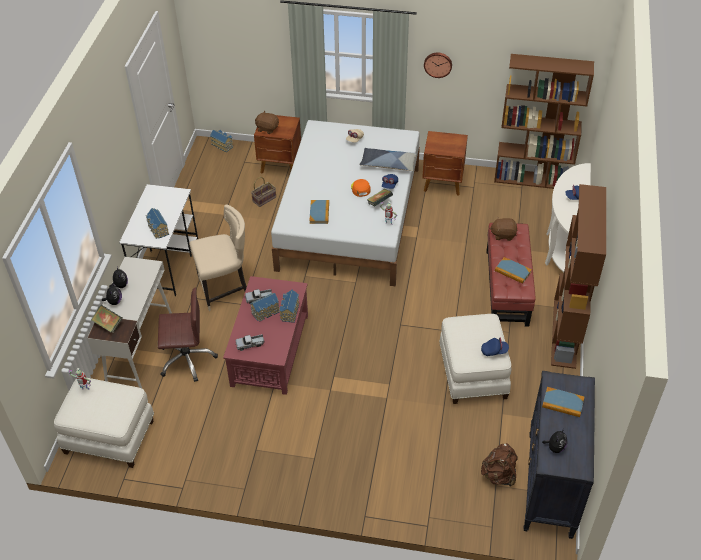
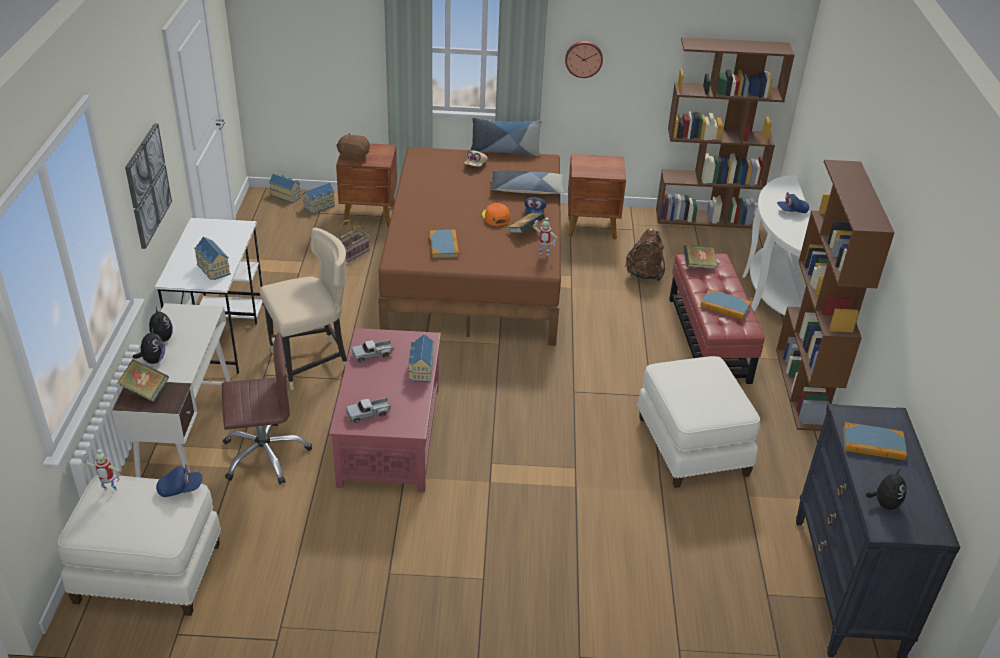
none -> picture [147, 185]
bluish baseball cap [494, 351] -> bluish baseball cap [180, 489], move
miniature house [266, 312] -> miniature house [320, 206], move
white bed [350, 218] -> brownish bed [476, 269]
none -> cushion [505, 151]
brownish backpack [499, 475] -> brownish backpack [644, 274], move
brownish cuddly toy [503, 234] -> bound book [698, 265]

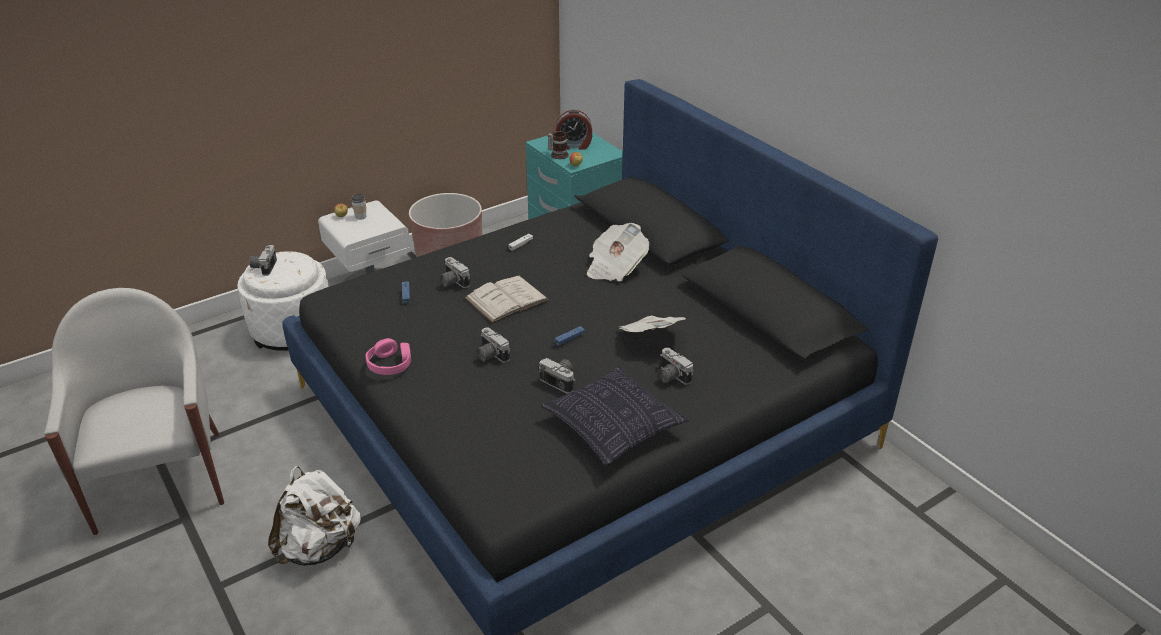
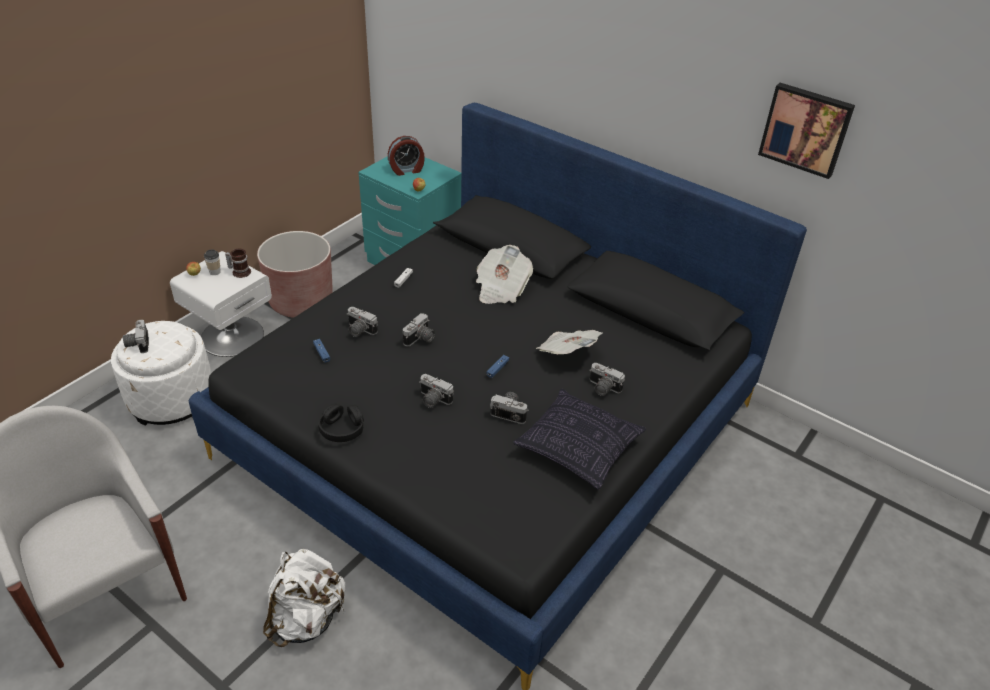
tea mug [558, 154] -> tea mug [240, 271], move
pink-coloured headset [390, 364] -> blackish headset [342, 429]
white bound book [506, 299] -> still camera [420, 339]
none -> picture [806, 129]

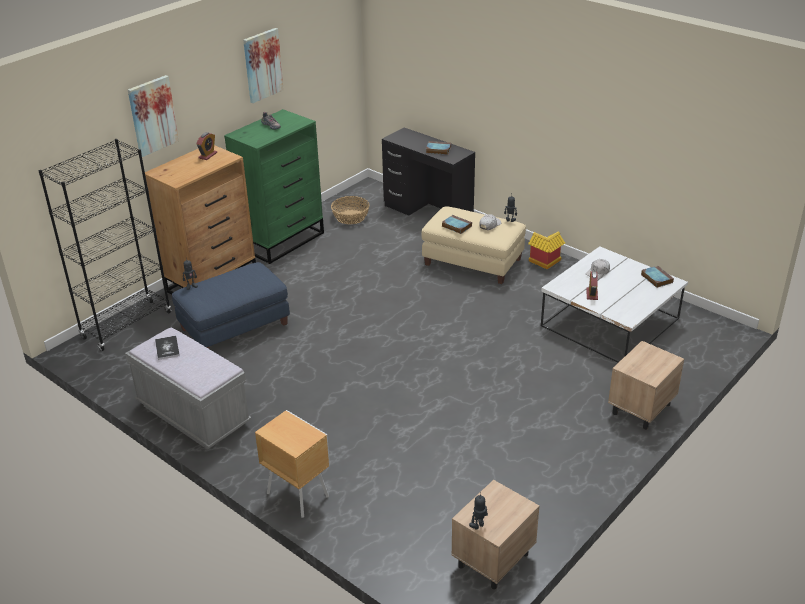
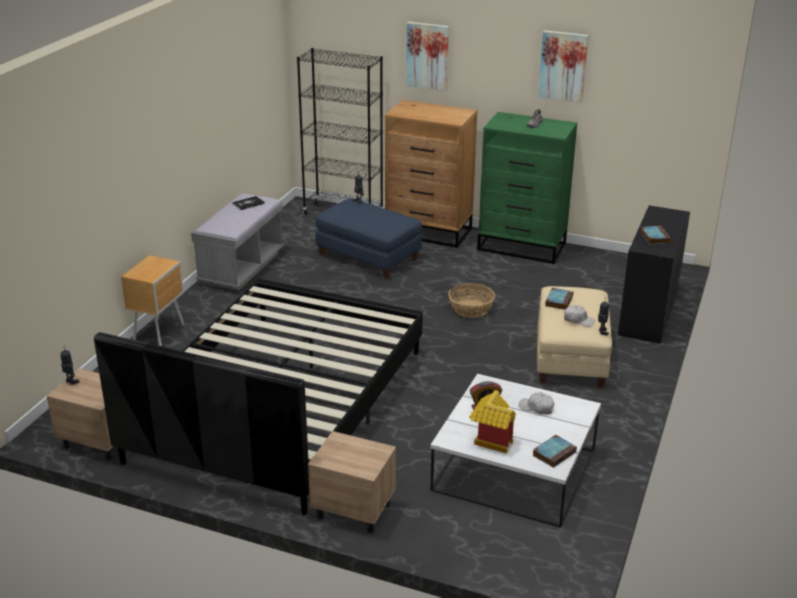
none -> blackish bed [279, 404]
basket [351, 217] -> basket [471, 309], move
miniature house [544, 262] -> miniature house [490, 439], move
bedside clock [208, 155] -> none

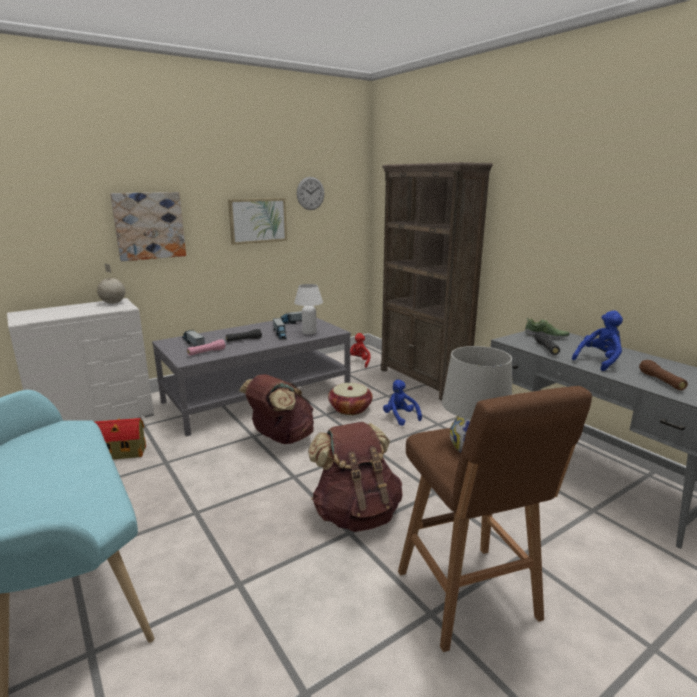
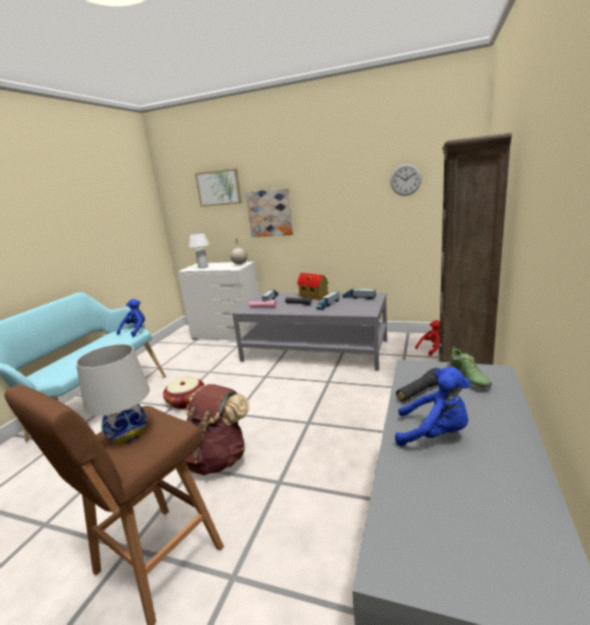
bluish cuddly toy [400, 417] -> bluish cuddly toy [135, 330], move
basket [350, 409] -> basket [186, 401], move
white lamp for a table [309, 332] -> white lamp for a table [203, 267], move
picture [258, 220] -> picture [218, 188], move
miniature house [123, 453] -> miniature house [314, 297], move
brownish backpack [281, 438] -> none
brownish hand torch [661, 381] -> none

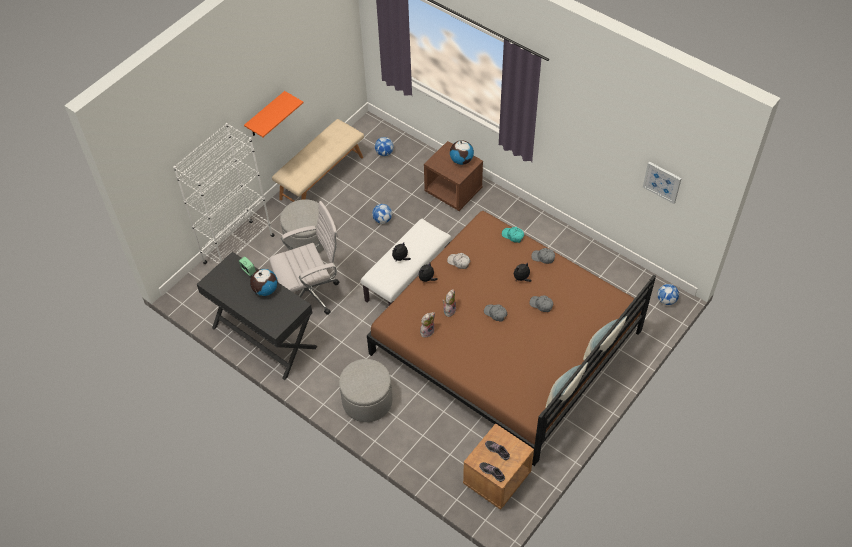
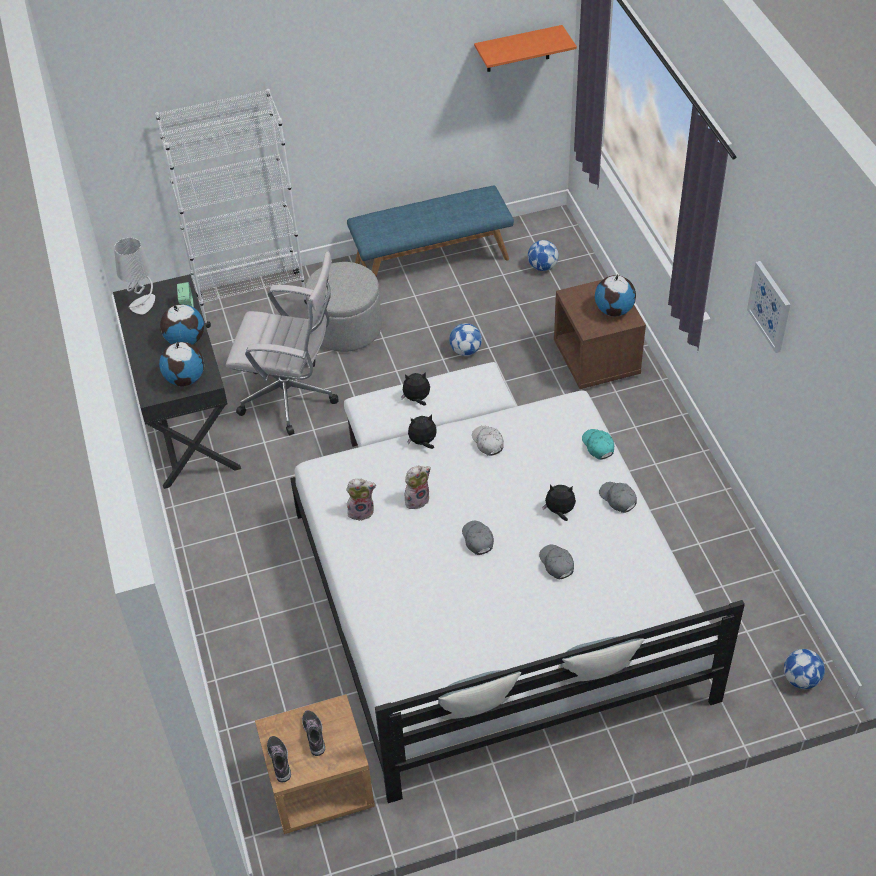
none -> grey lamp for a table [143, 304]
none -> desk globe [185, 378]
brownish bed [506, 342] -> white bed [496, 603]
sand-coloured indoor bench [321, 177] -> bluish indoor bench [431, 260]
orange-coloured wall shelf [266, 115] -> orange-coloured wall shelf [518, 49], move
picture [662, 182] -> picture [770, 306], move
grey footrest [367, 401] -> none

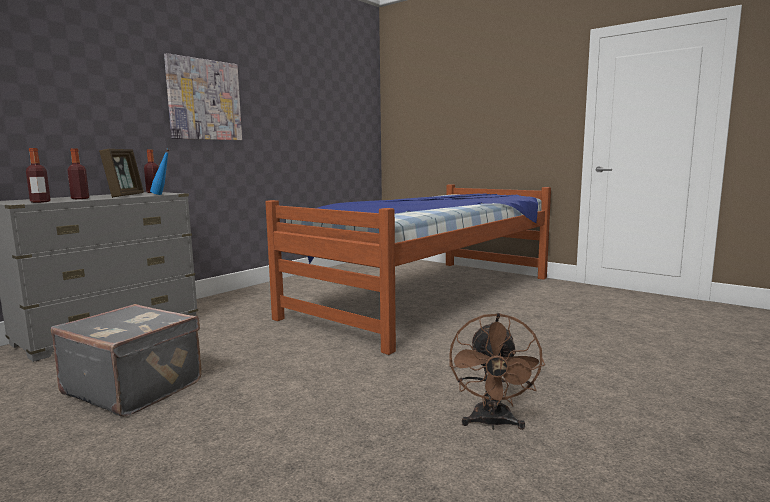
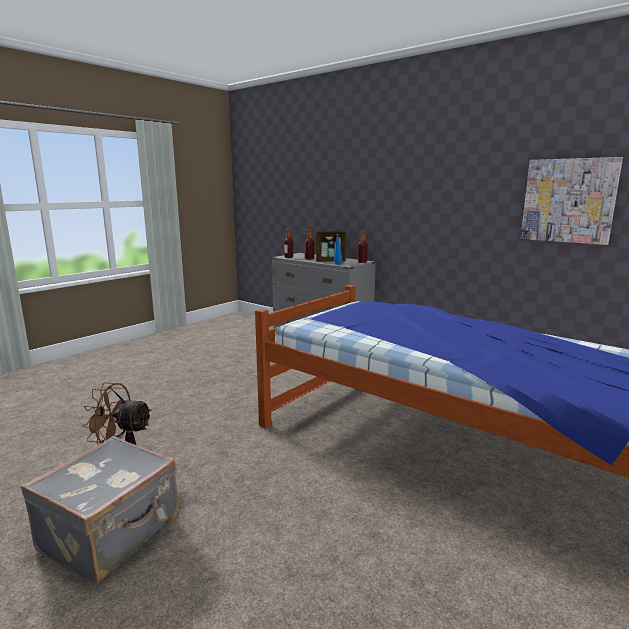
grey suitcase [135, 387] -> grey suitcase [112, 535], move
picture [204, 100] -> picture [568, 201], move

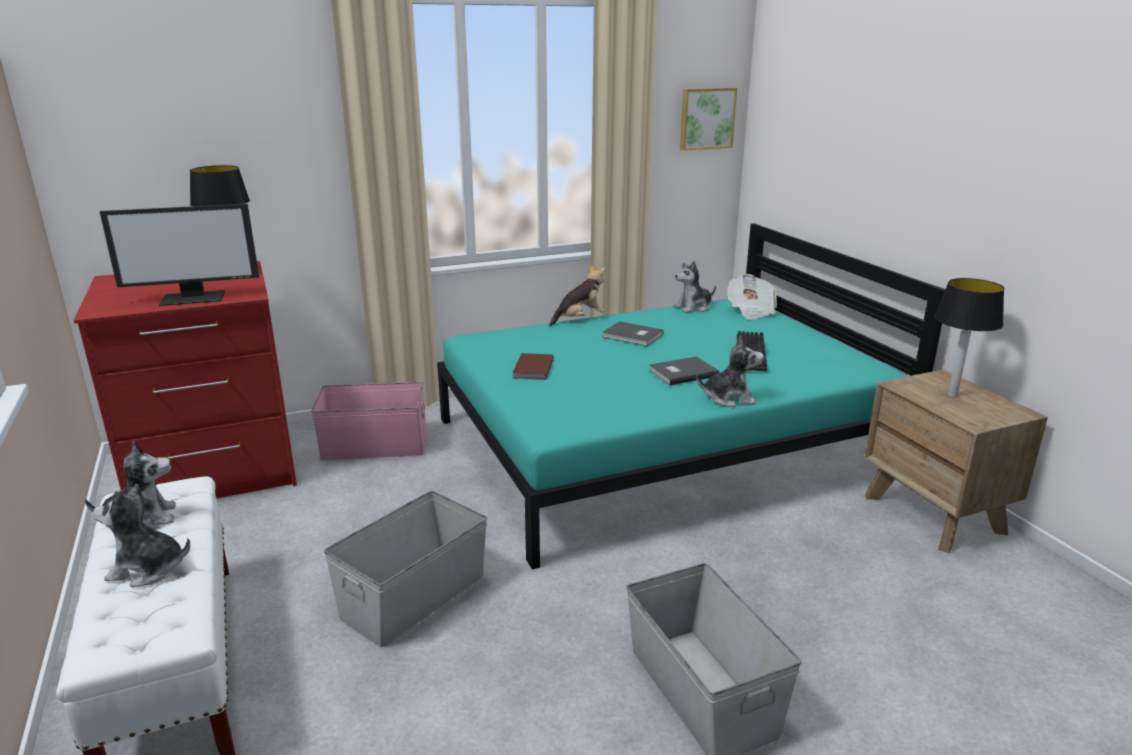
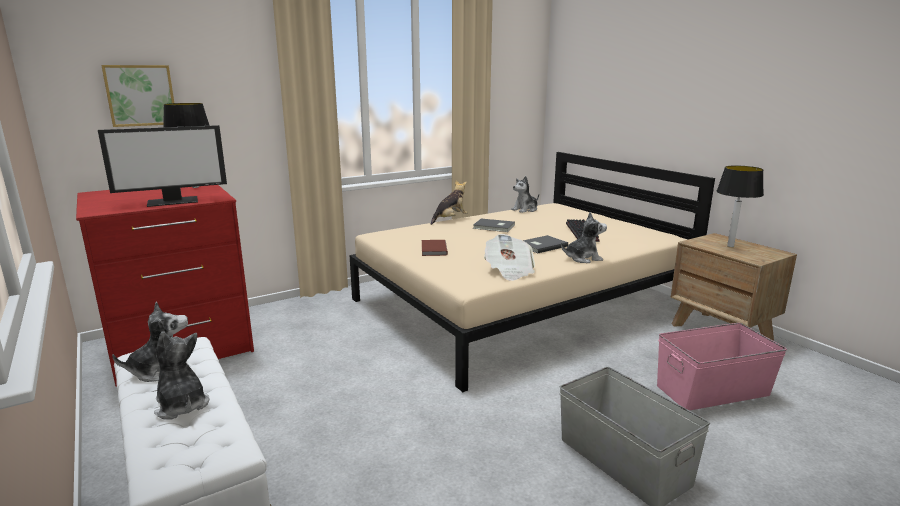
picture [706, 118] -> picture [140, 95], move
cuddly toy [148, 569] -> cuddly toy [181, 405], 60 degrees clockwise
turquoise bed [662, 445] -> sand-coloured bed [521, 304]
newspaper [750, 311] -> newspaper [509, 271], move
pink-coloured storage bin [374, 446] -> pink-coloured storage bin [711, 390], move
grey storage bin [412, 596] -> none

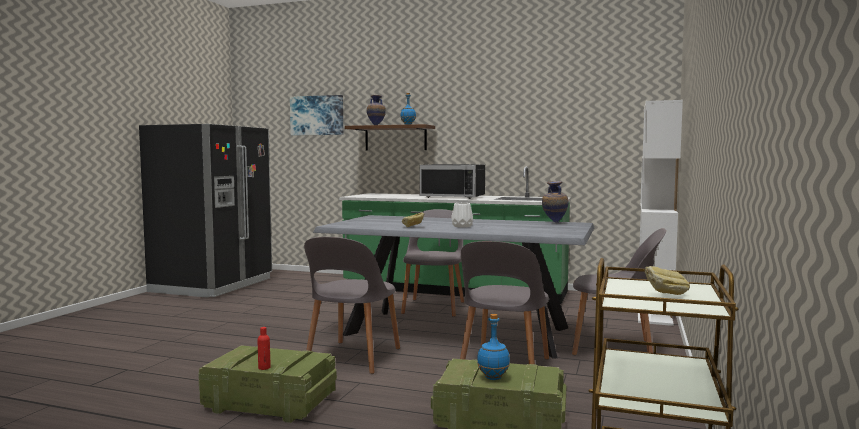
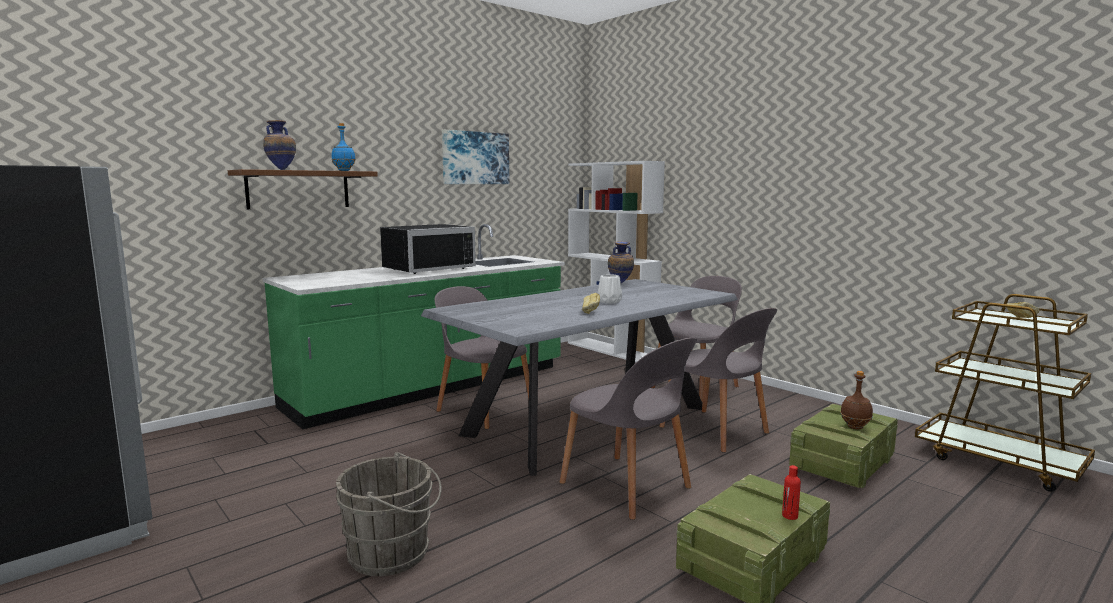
none -> grey water bucket [394, 553]
picture [317, 115] -> picture [475, 158], move
bluish drink bottle [492, 378] -> brownish drink bottle [854, 427]

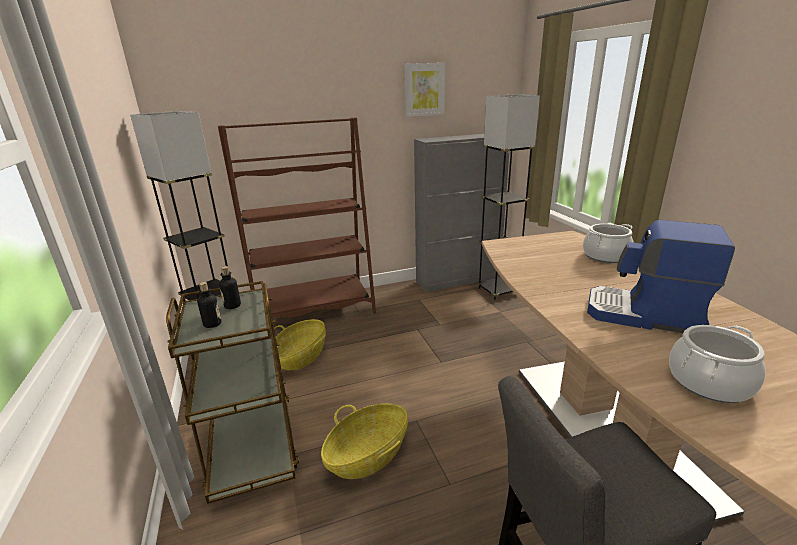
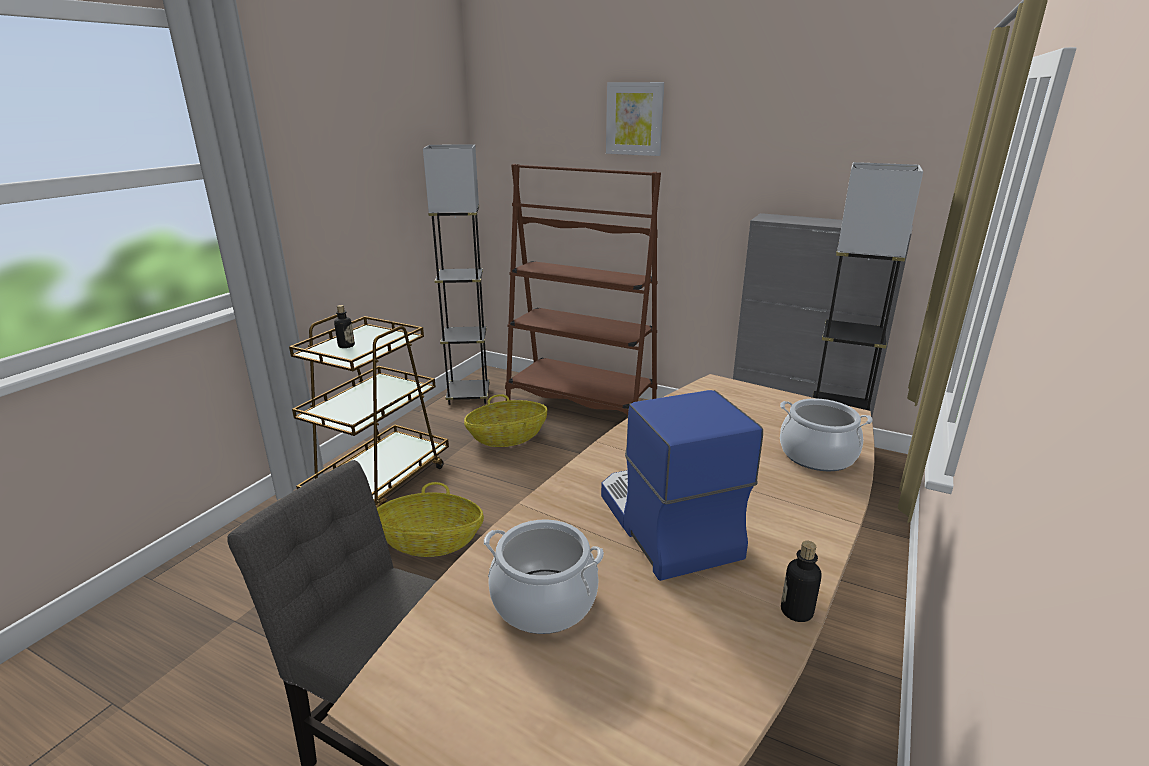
picture [424, 89] -> picture [634, 119], move
drink bottle [232, 306] -> drink bottle [796, 611], move

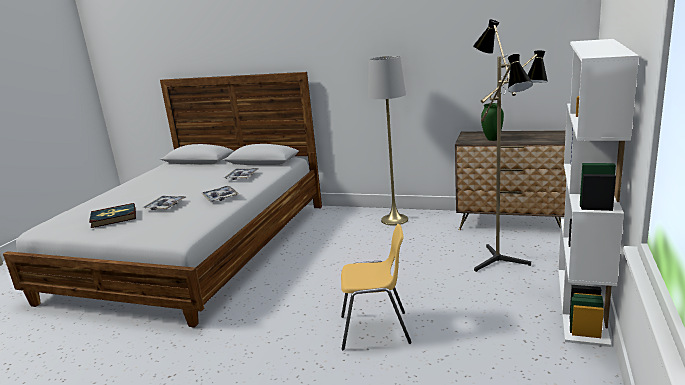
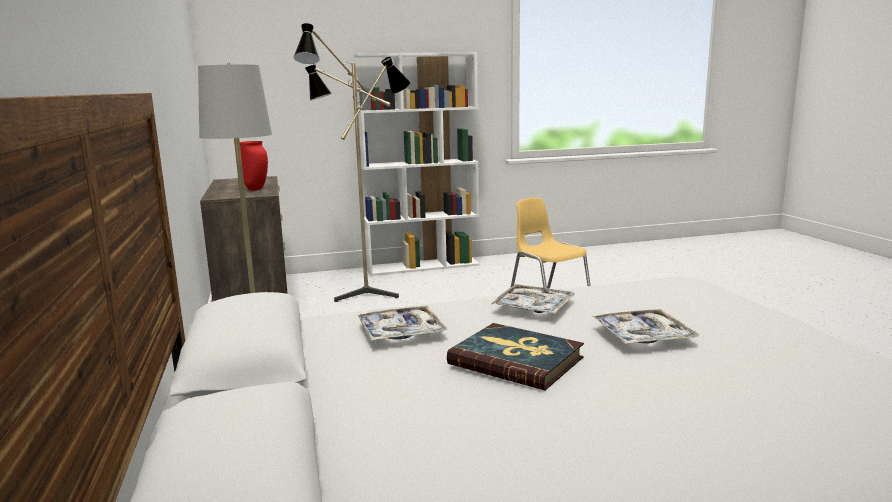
green-coloured flower vase [492, 139] -> red flower vase [254, 189]
bound book [113, 217] -> bound book [516, 361], move

